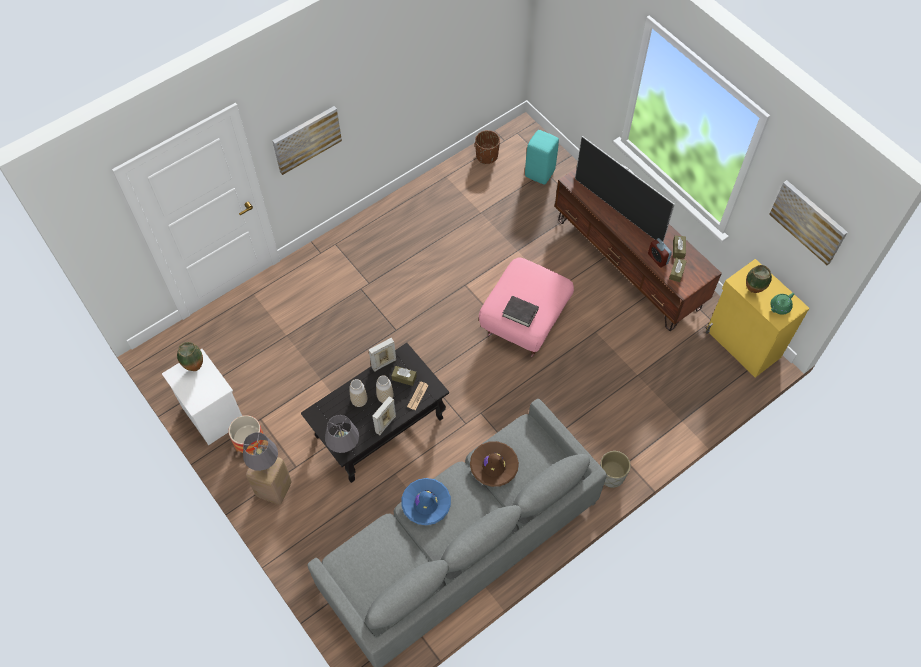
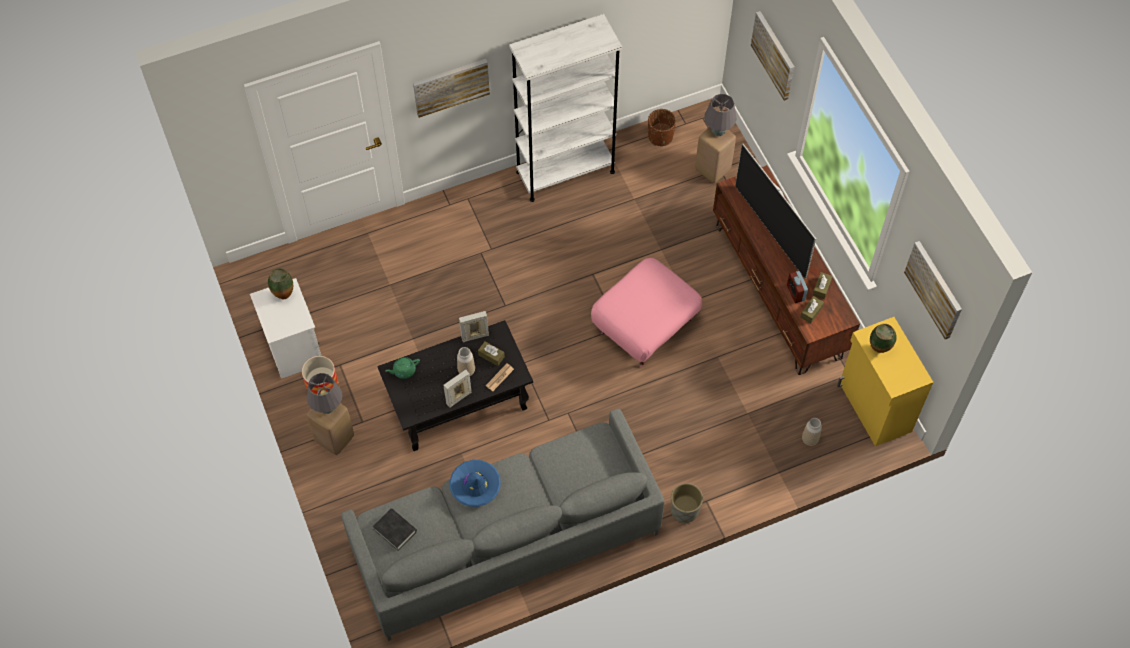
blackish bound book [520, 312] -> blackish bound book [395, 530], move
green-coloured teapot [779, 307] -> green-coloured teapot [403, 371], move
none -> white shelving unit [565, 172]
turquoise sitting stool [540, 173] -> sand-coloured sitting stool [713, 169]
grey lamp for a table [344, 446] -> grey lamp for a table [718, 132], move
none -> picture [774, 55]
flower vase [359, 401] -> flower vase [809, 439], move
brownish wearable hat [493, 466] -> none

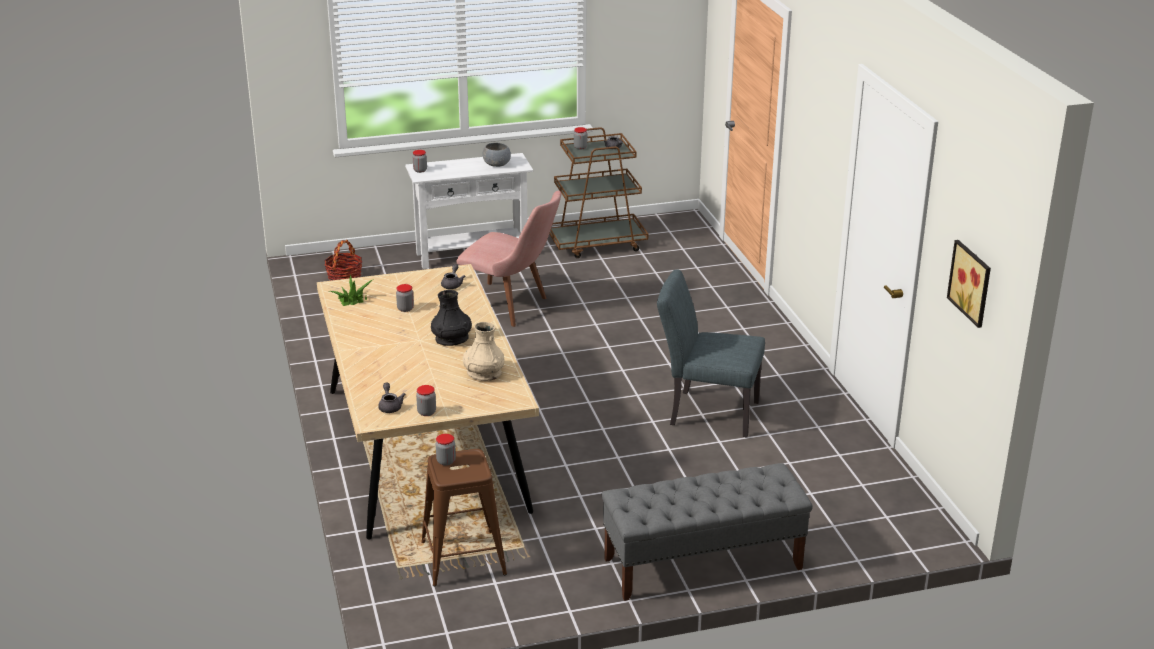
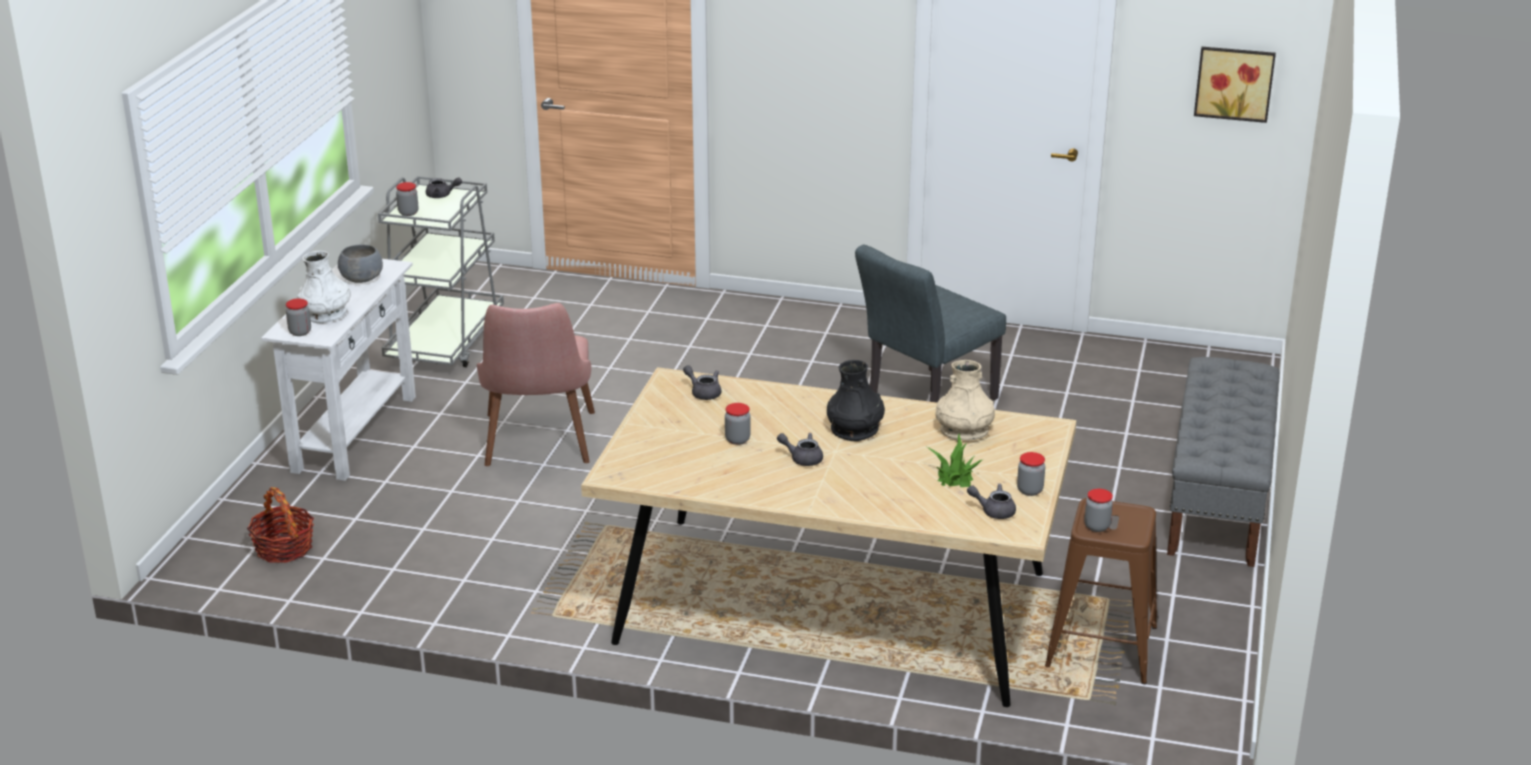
none -> white flower vase [326, 314]
brownish cart [597, 243] -> grey cart [446, 343]
pink-coloured plain chair [511, 307] -> pink-coloured plain chair [539, 447], 120 degrees clockwise
none -> grey teapot [802, 458]
plant in a pot [352, 299] -> plant in a pot [955, 476], move

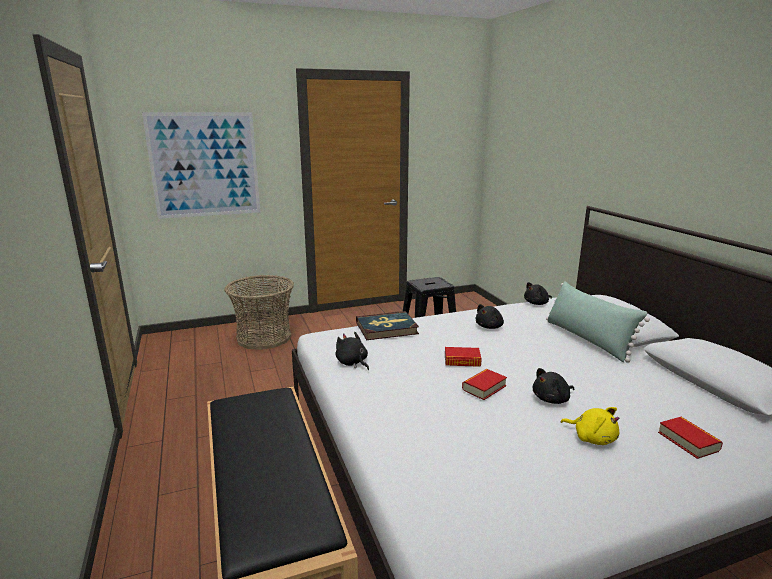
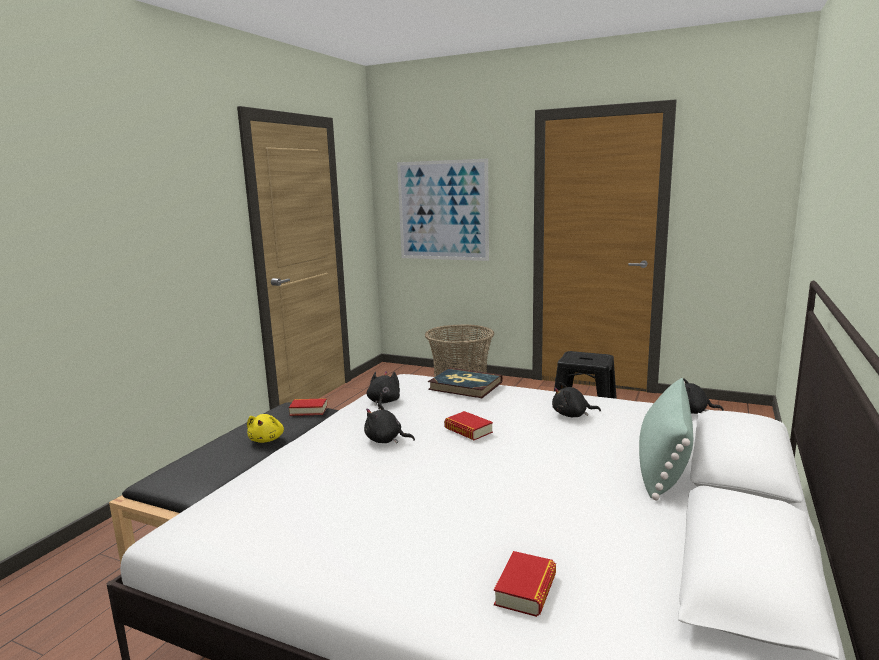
yellowish cuddly toy [592, 438] -> yellowish cuddly toy [267, 439], move
bound book [484, 388] -> bound book [308, 410], move
blackish cuddly toy [552, 399] -> blackish cuddly toy [385, 440], move

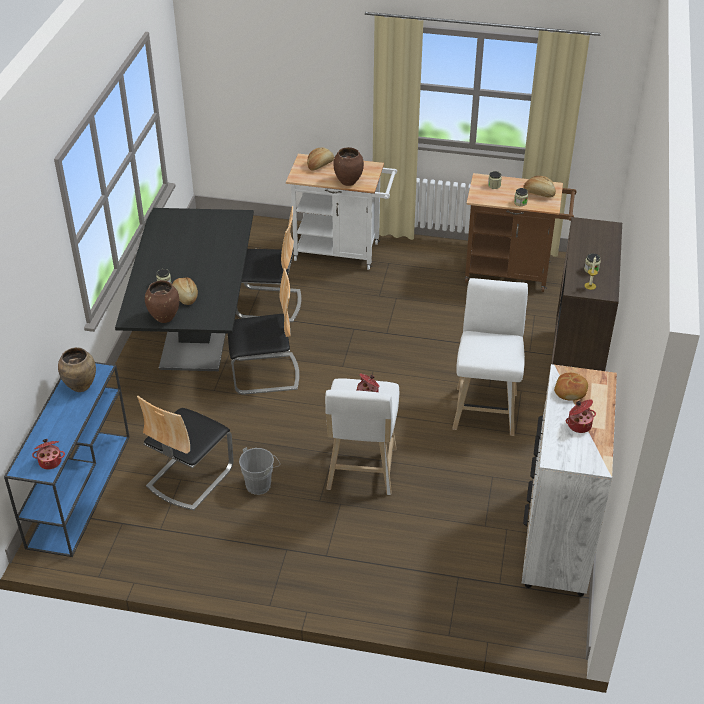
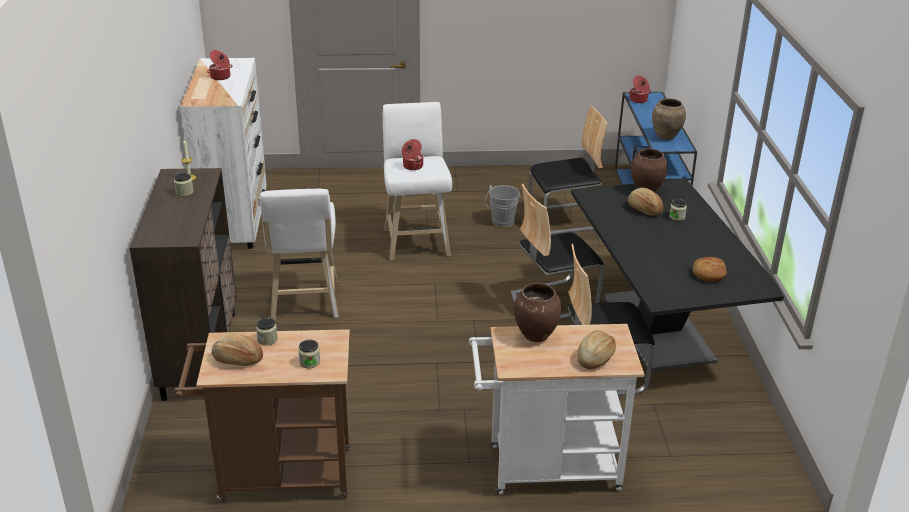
plain chair [189, 477] -> plain chair [565, 219], 60 degrees clockwise
baked bread [570, 391] -> baked bread [708, 274], move

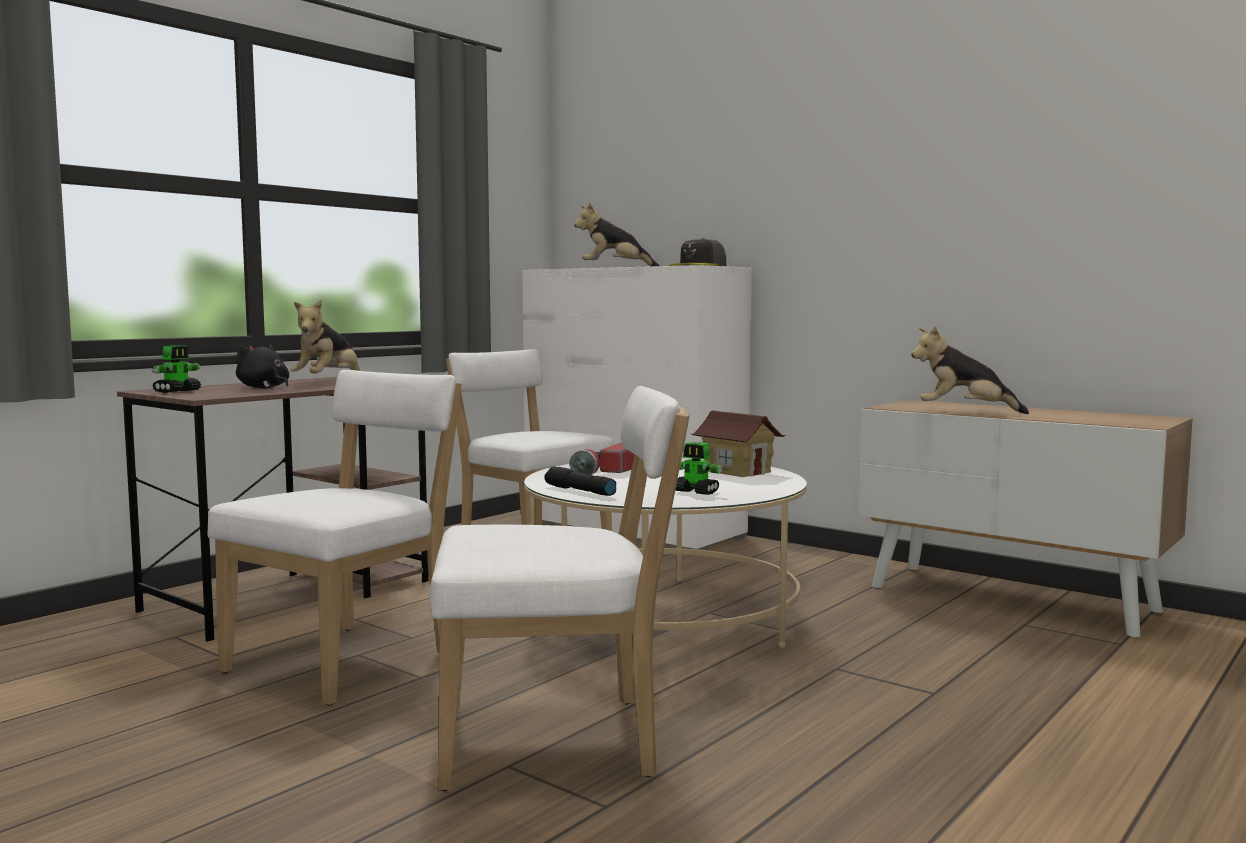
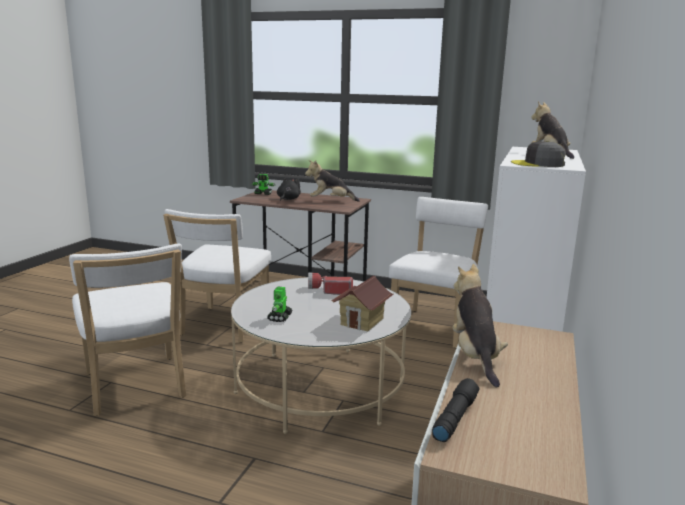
white plain chair [348, 660] -> white plain chair [223, 326], 90 degrees clockwise
blackish hand torch [579, 491] -> blackish hand torch [454, 417], move

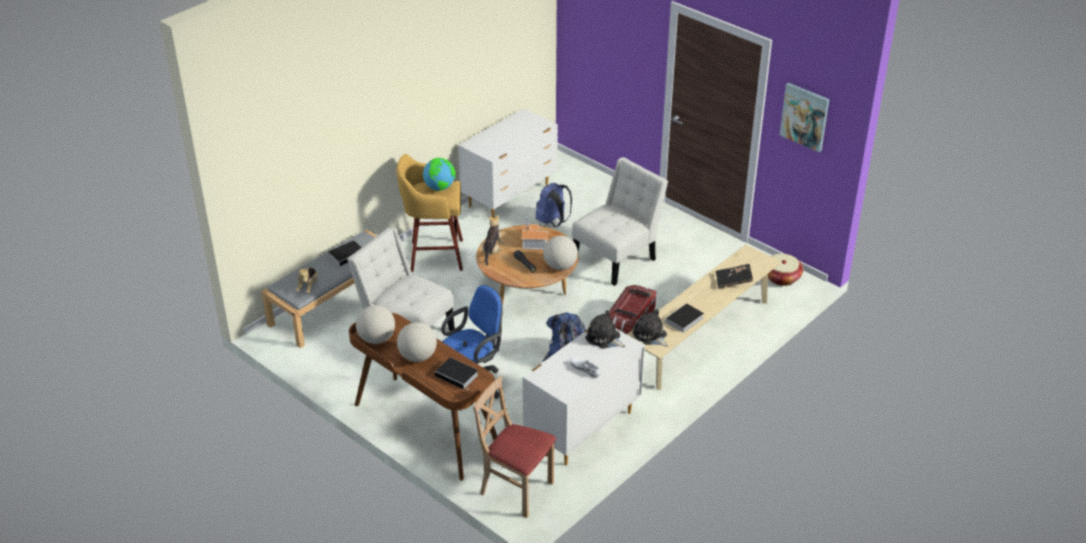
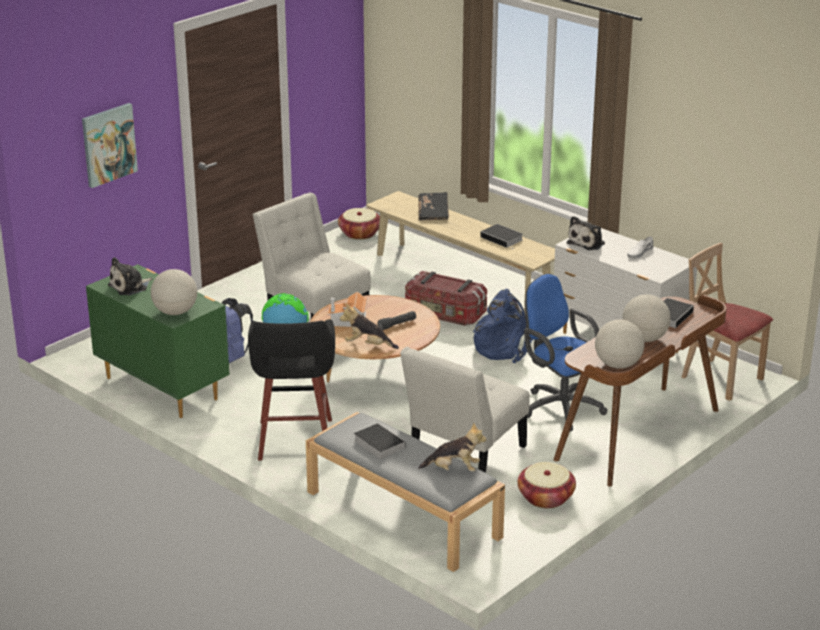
picture [805, 116] -> picture [108, 144], move
white dresser [510, 196] -> green-coloured dresser [162, 387]
cuddly toy [650, 336] -> cuddly toy [130, 287], move
desk globe [560, 266] -> desk globe [175, 312], move
yellowish sitting stool [434, 255] -> blackish sitting stool [295, 441]
none -> basket [545, 498]
sand-coloured plain chair [516, 489] -> sand-coloured plain chair [721, 379], 105 degrees clockwise

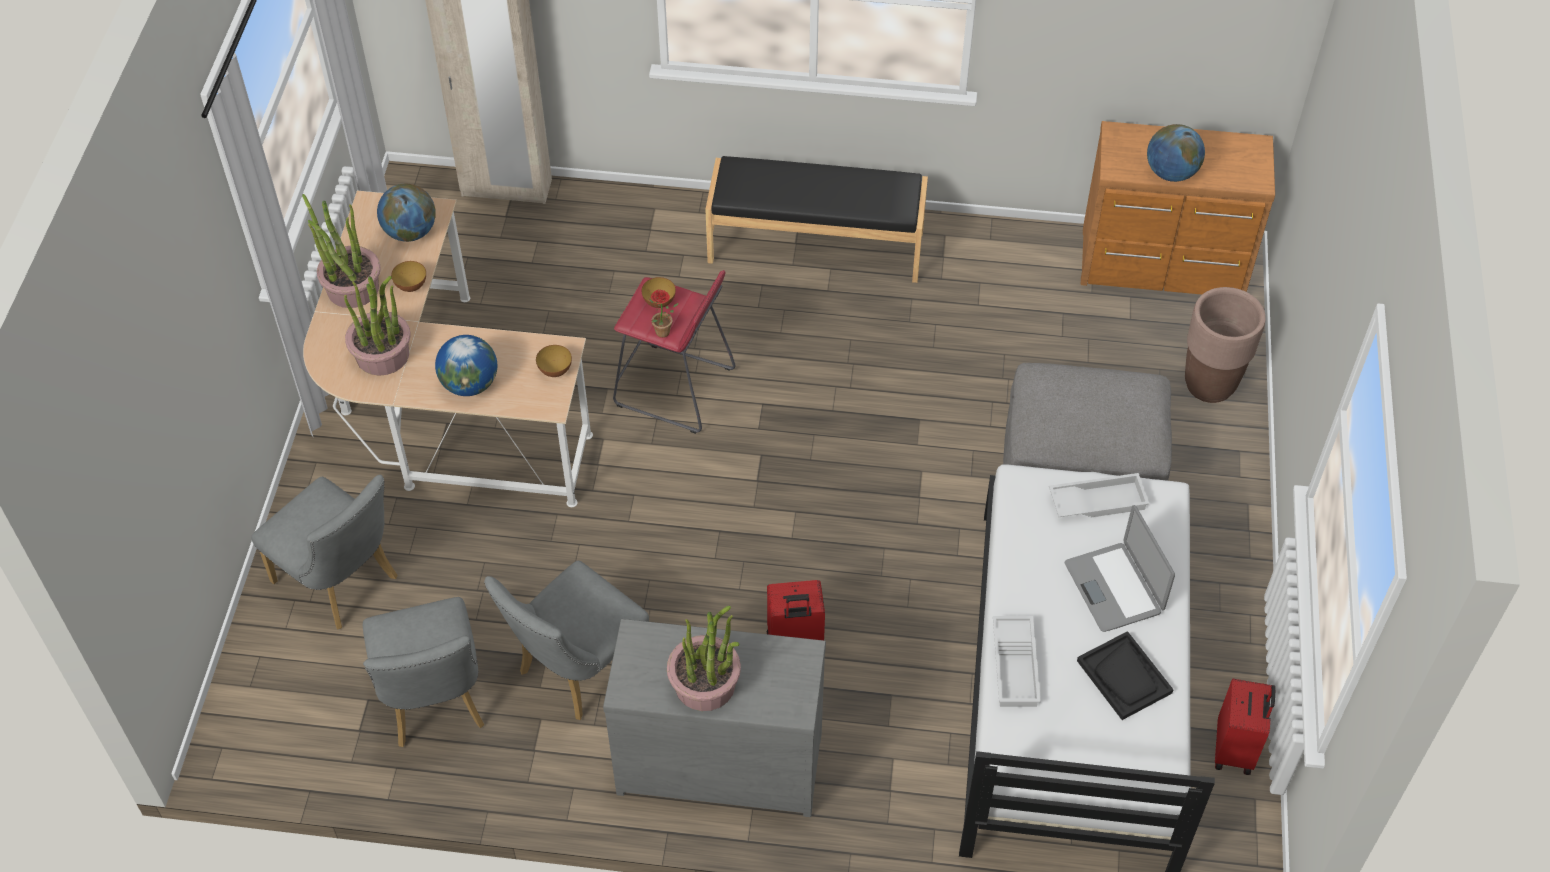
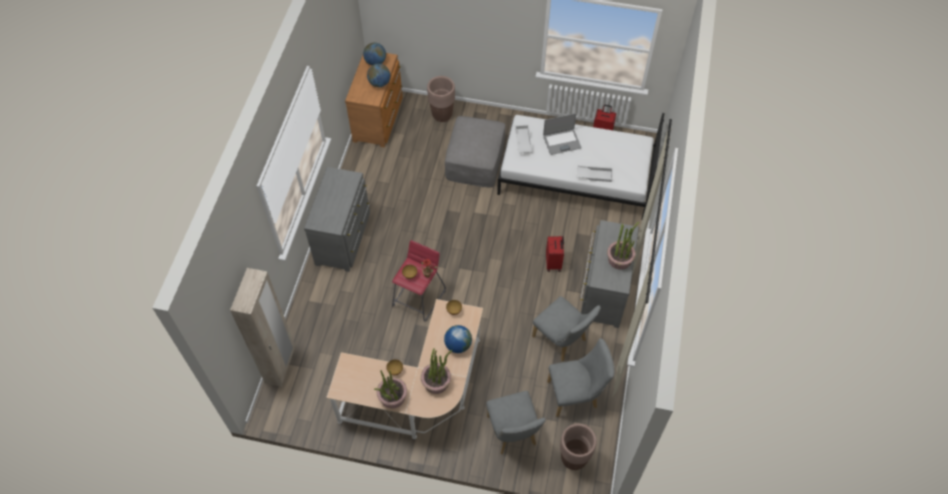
blackish indoor bench [816, 246] -> grey dresser [344, 238]
desk globe [410, 232] -> desk globe [375, 62], move
grey plain chair [342, 584] -> grey plain chair [513, 434], 120 degrees clockwise
none -> brownish planter [573, 459]
blackish tray [1124, 677] -> none

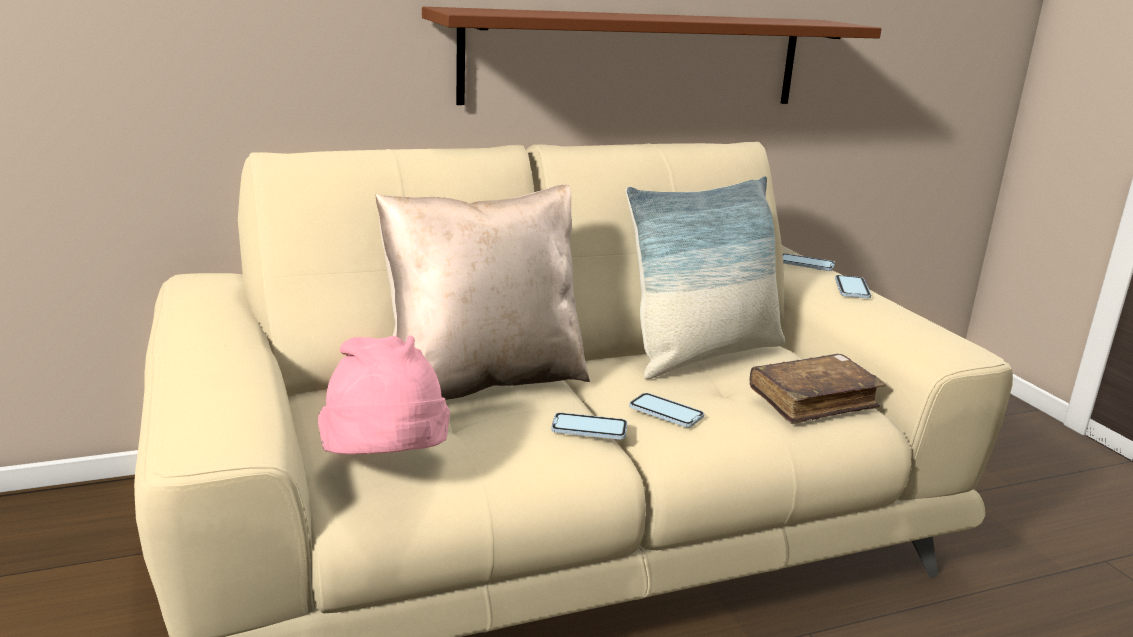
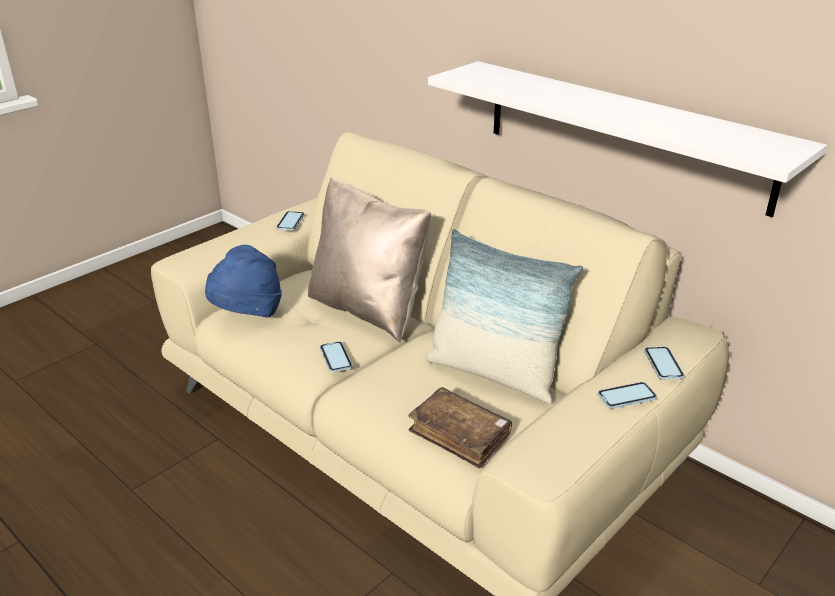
pink-coloured wearable hat [386, 467] -> bluish wearable hat [247, 315]
phone [666, 412] -> phone [290, 222], move
brownish wall shelf [635, 59] -> white wall shelf [623, 134]

